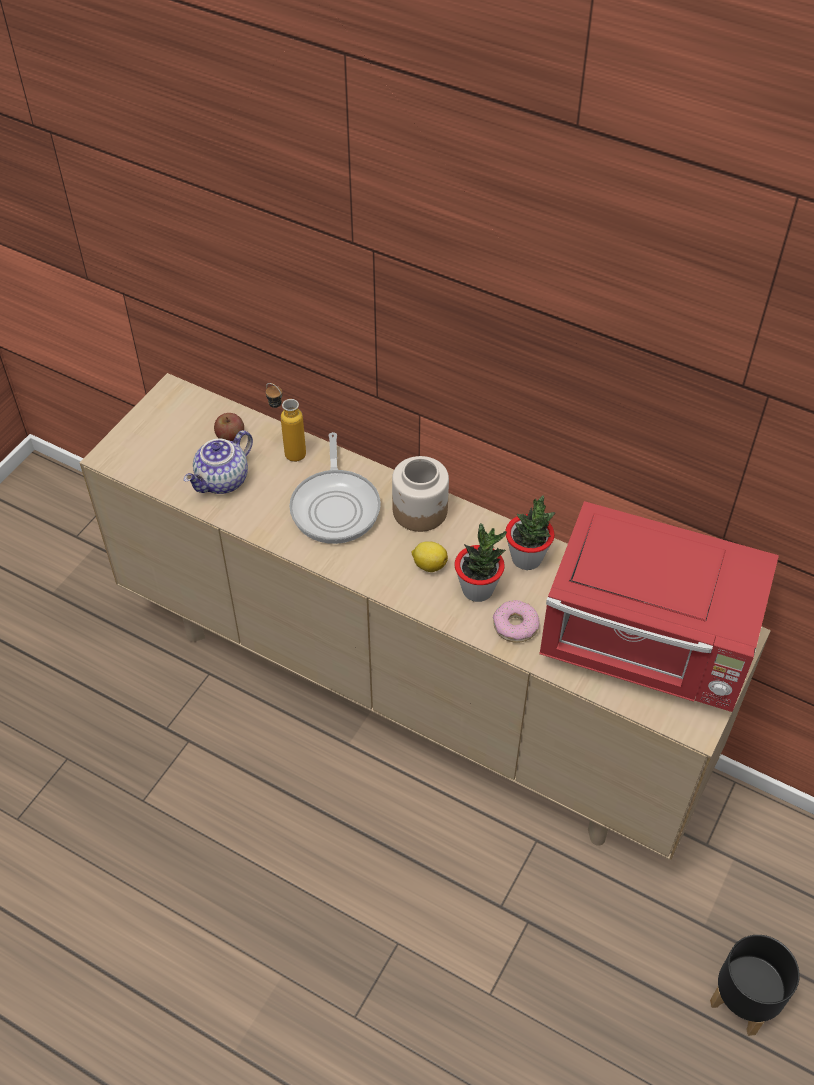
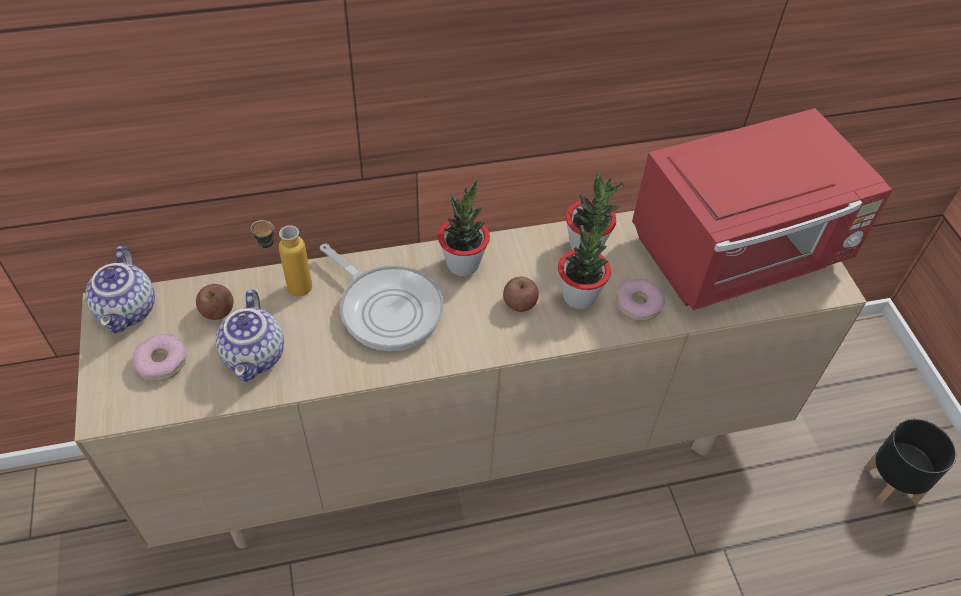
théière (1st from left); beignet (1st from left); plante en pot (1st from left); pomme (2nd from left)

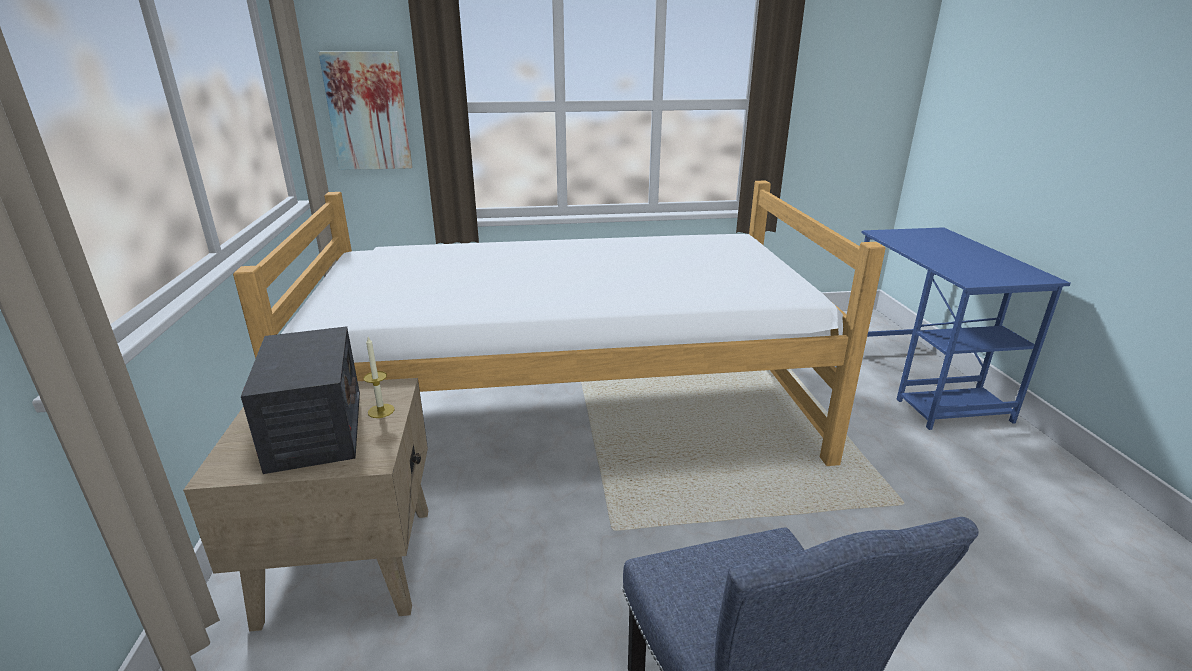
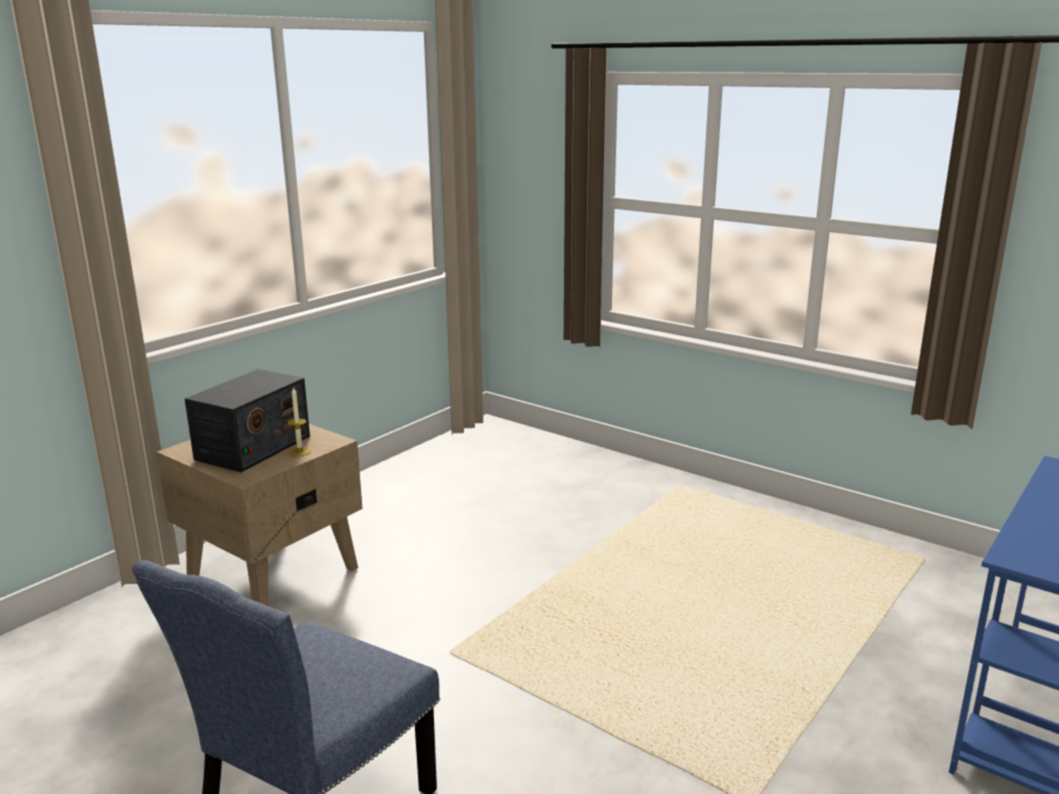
lit; tableau

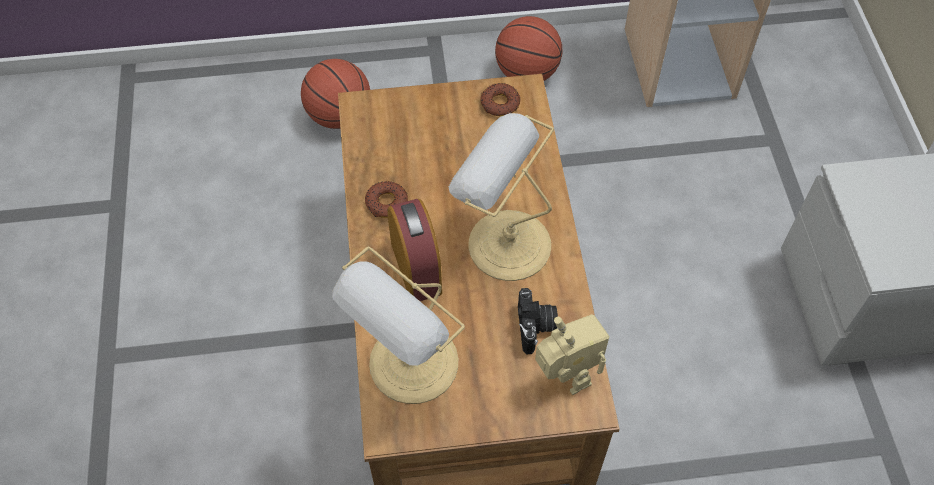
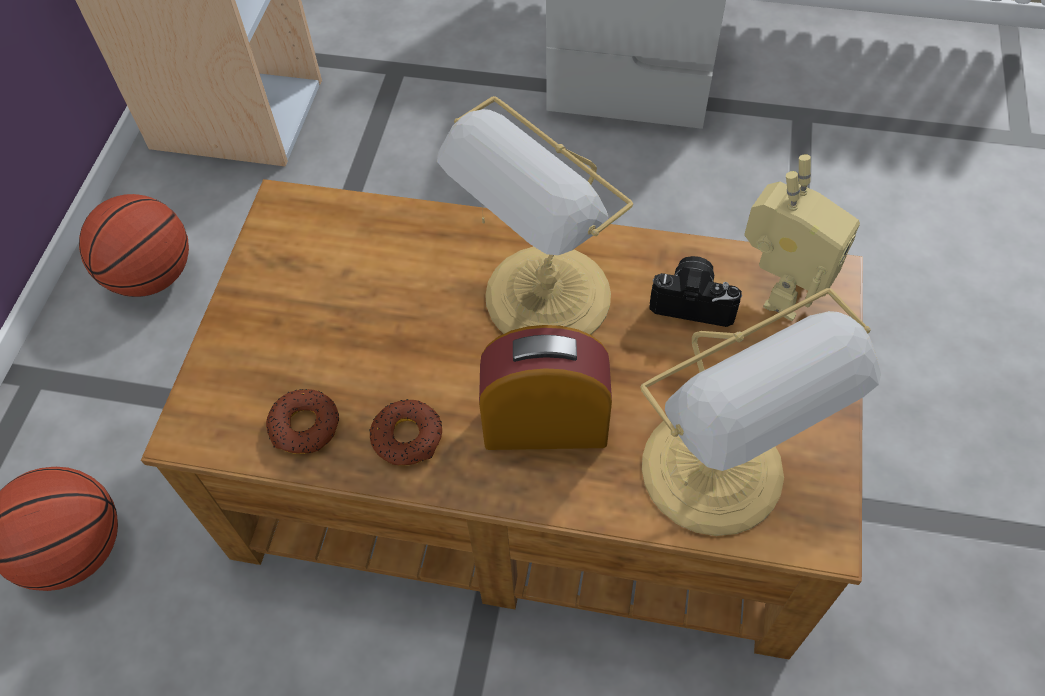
beignet (1st from left); robot jouet

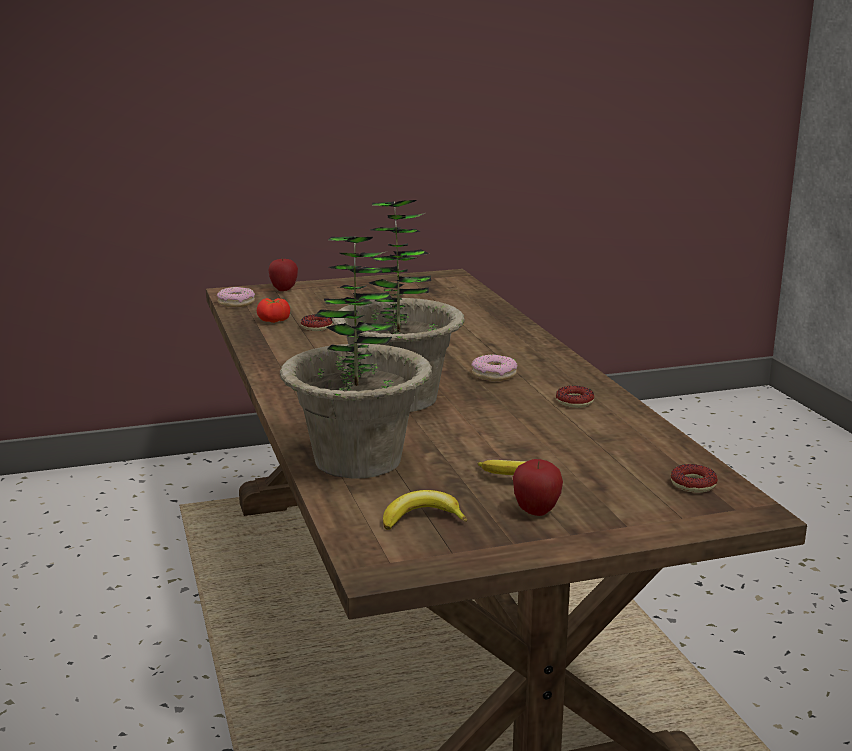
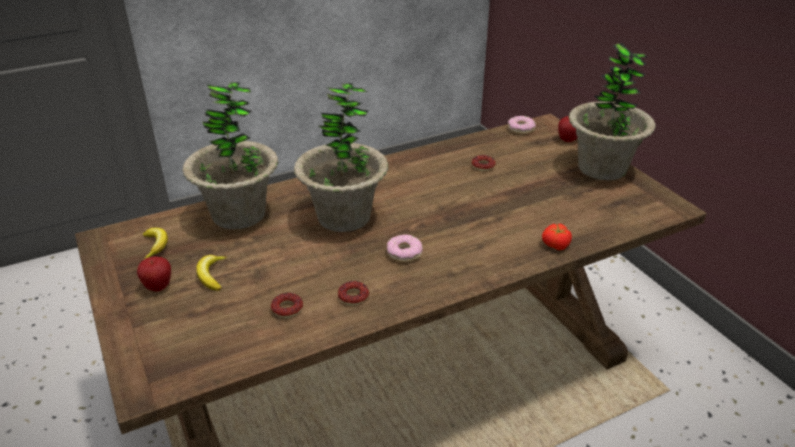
beignet (1st from left); tomate; plante en pot (3rd from left)

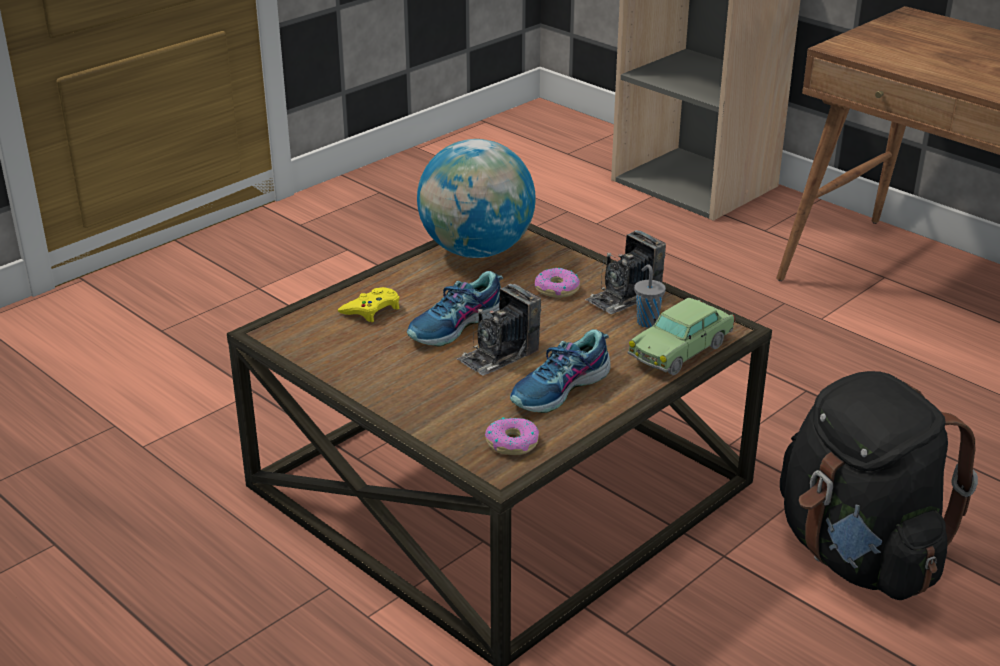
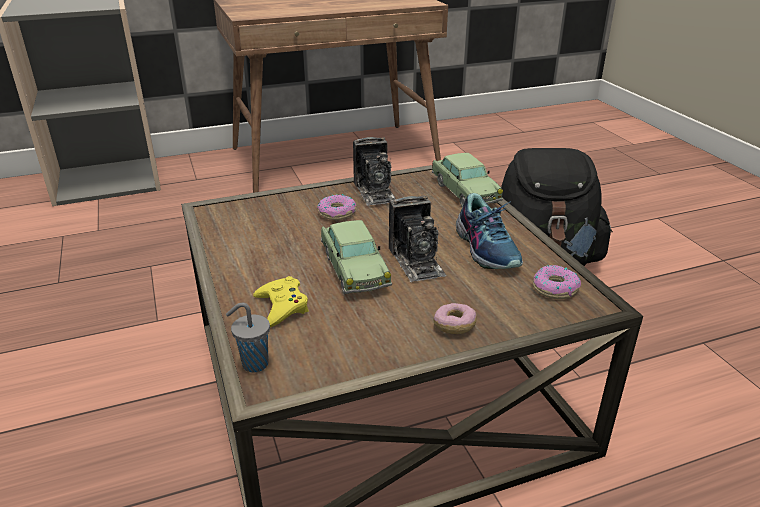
tasse [gris]; petite voiture (1st from left); beignet (2nd from left); globe

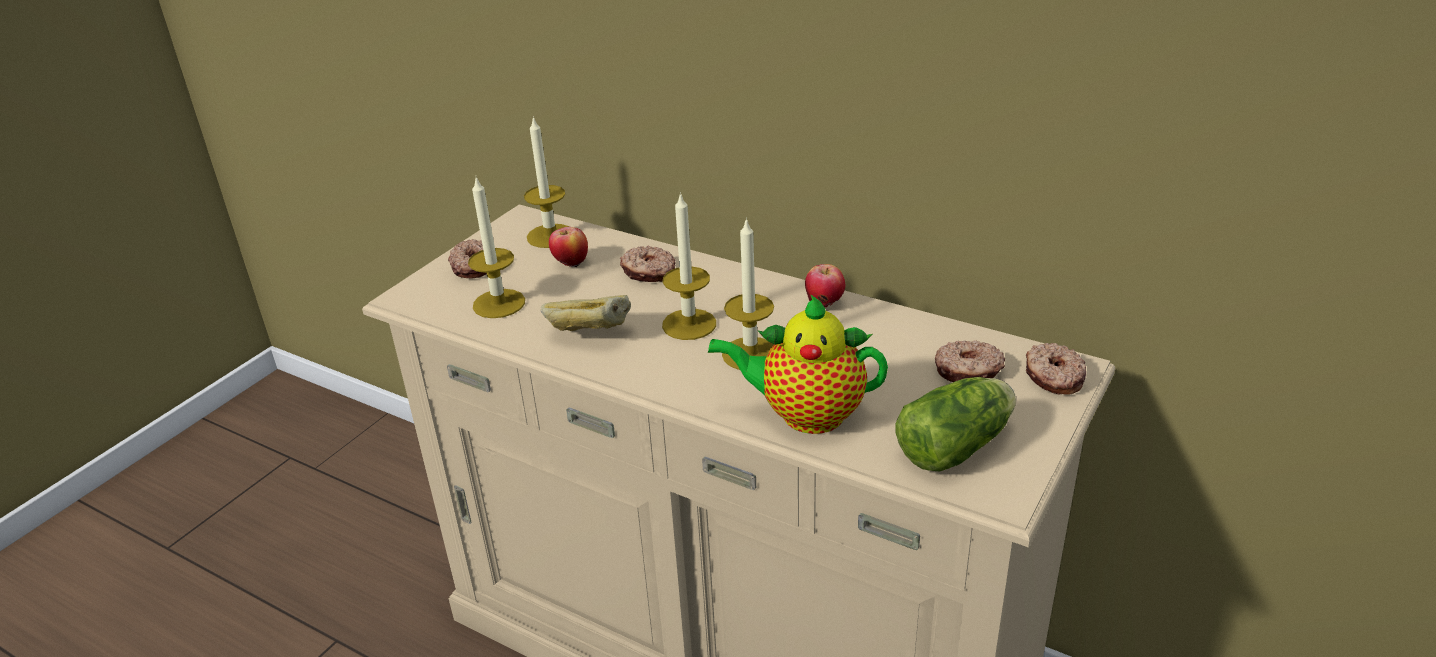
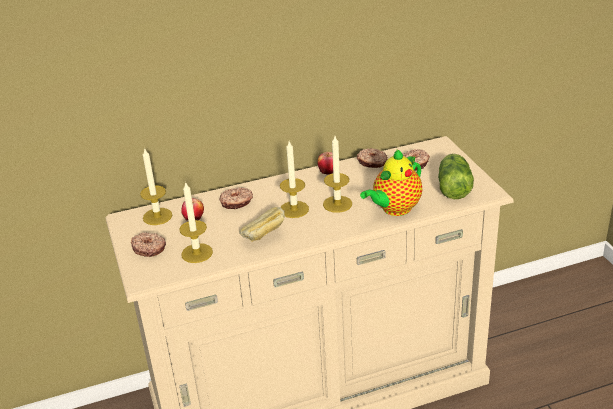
beignet (3rd from left)

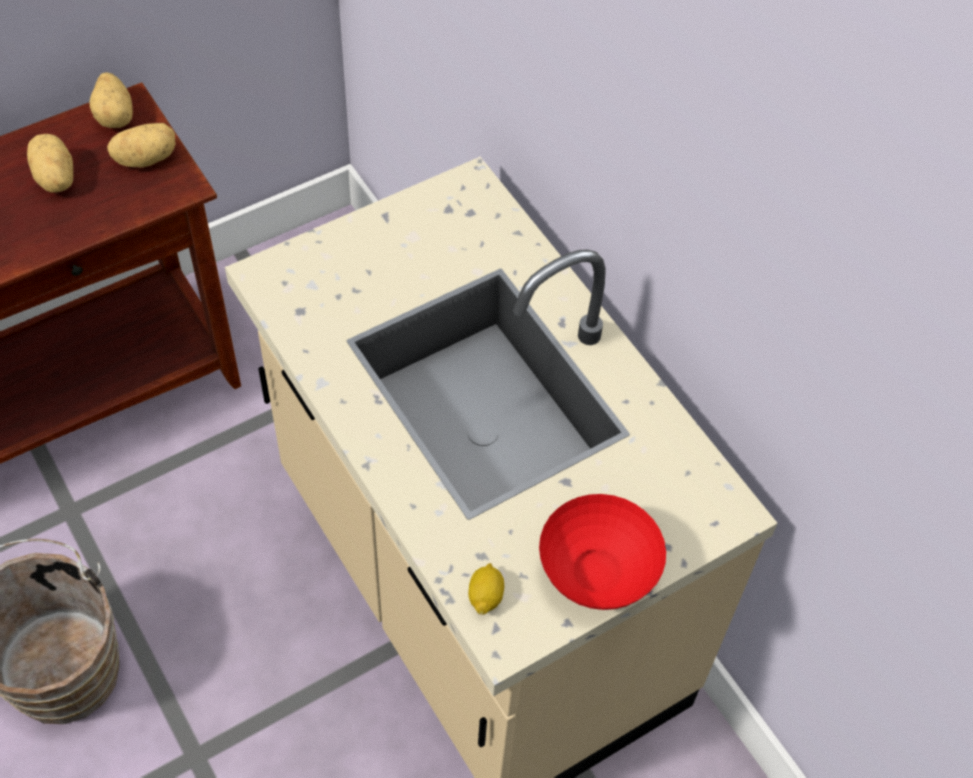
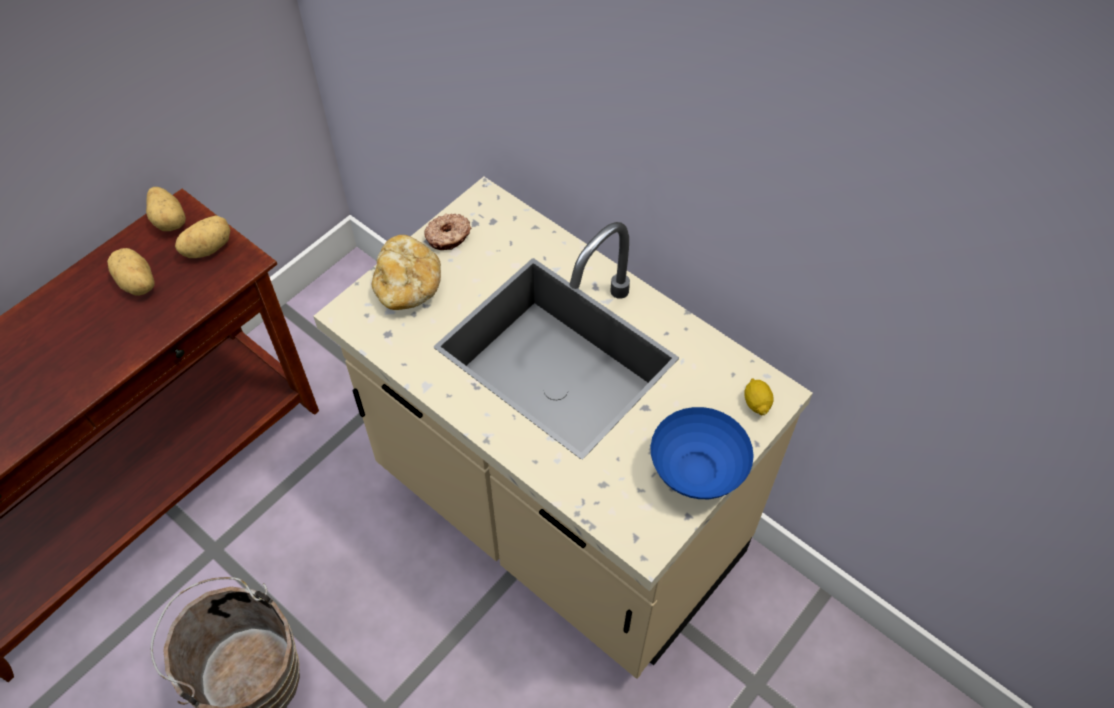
pain; beignet; bol [bleu]; citron

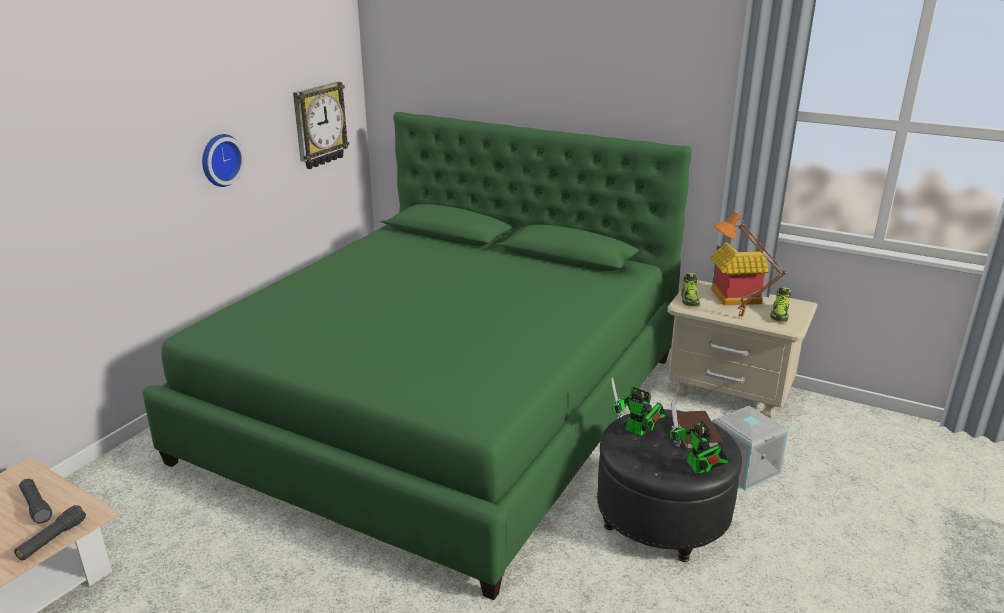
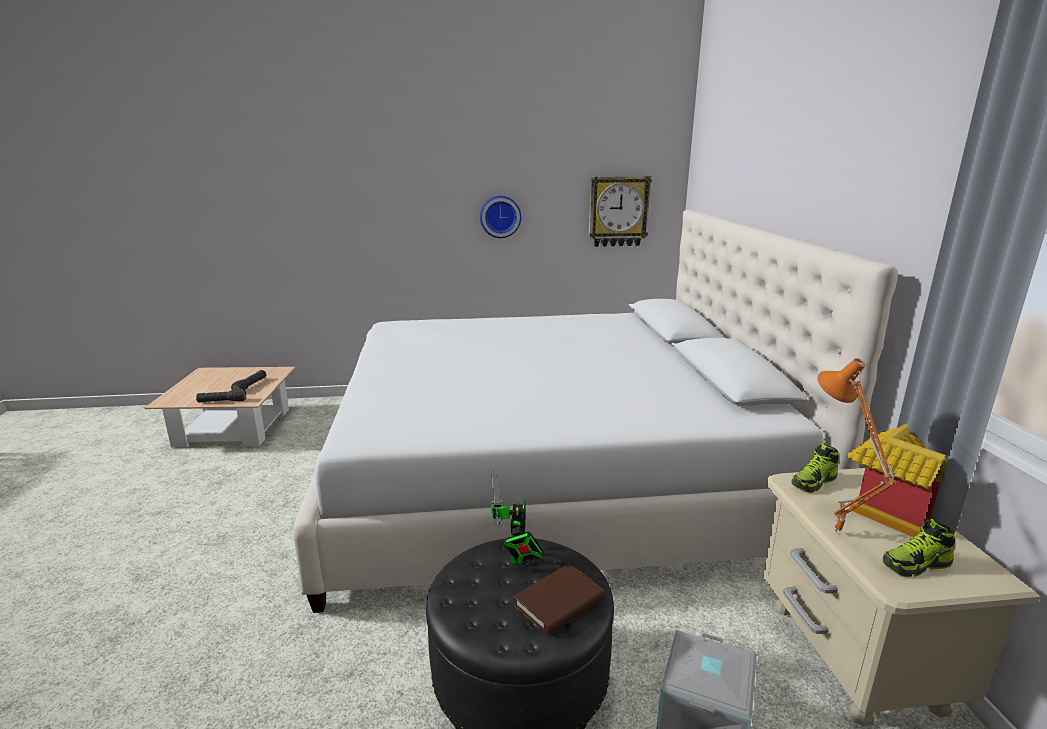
lit [blanc]; robot jouet (2nd from left in the first image)

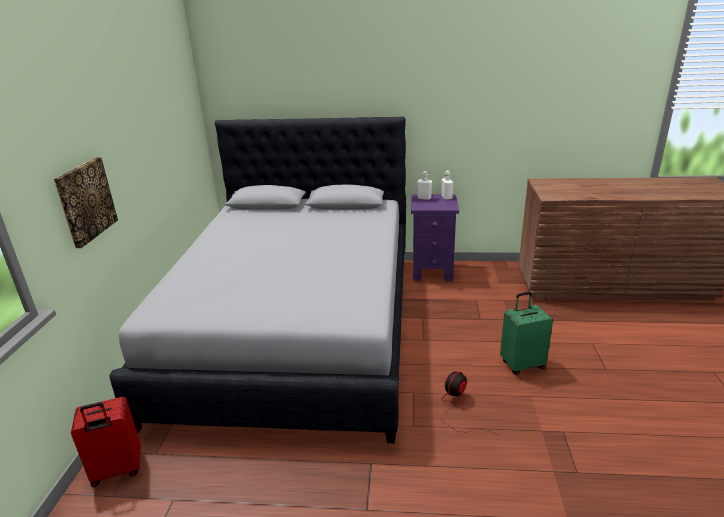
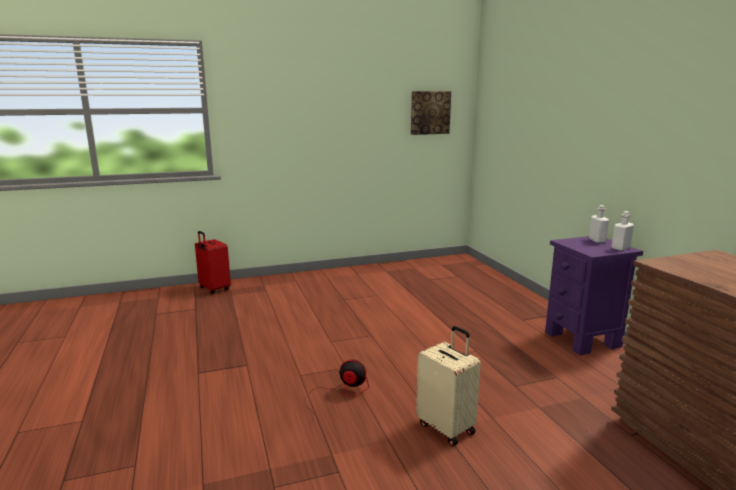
tableau; valise [beige]; lit [gris]

